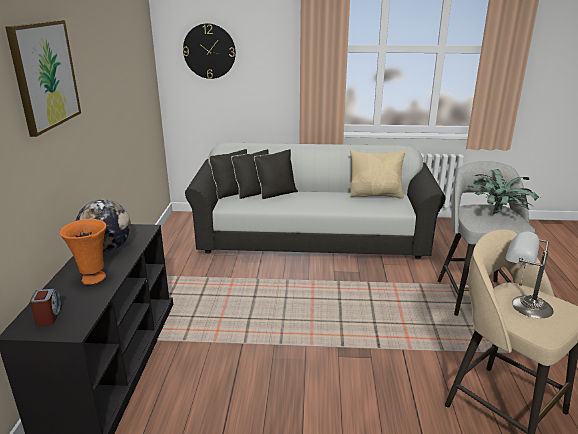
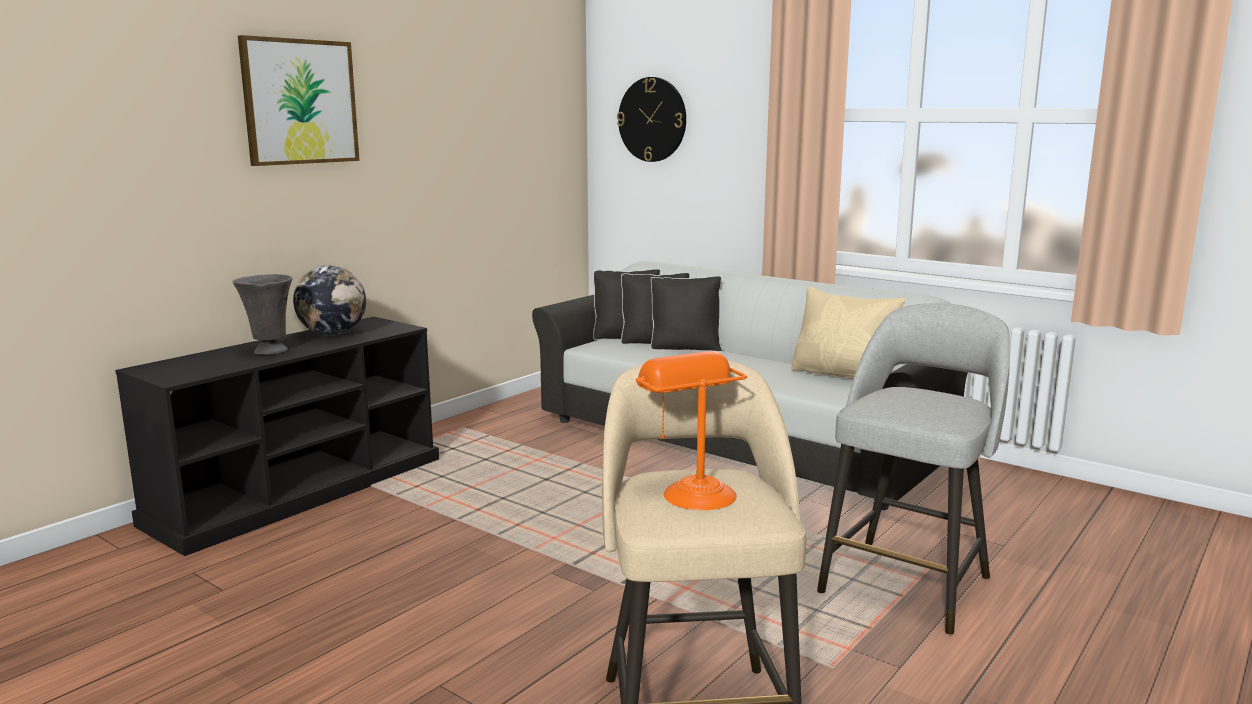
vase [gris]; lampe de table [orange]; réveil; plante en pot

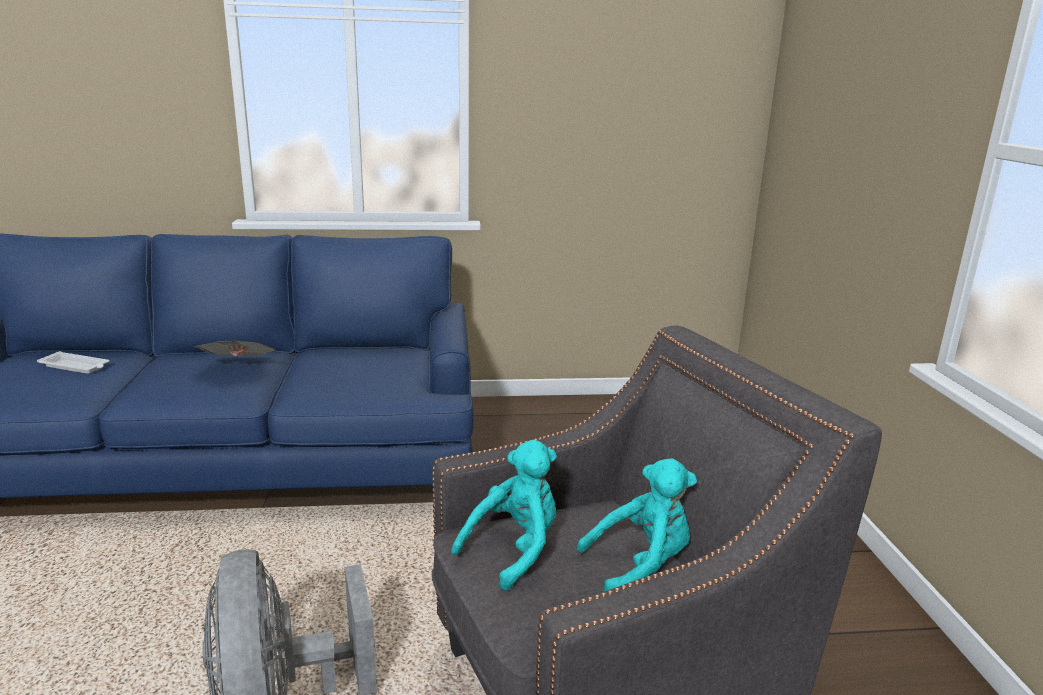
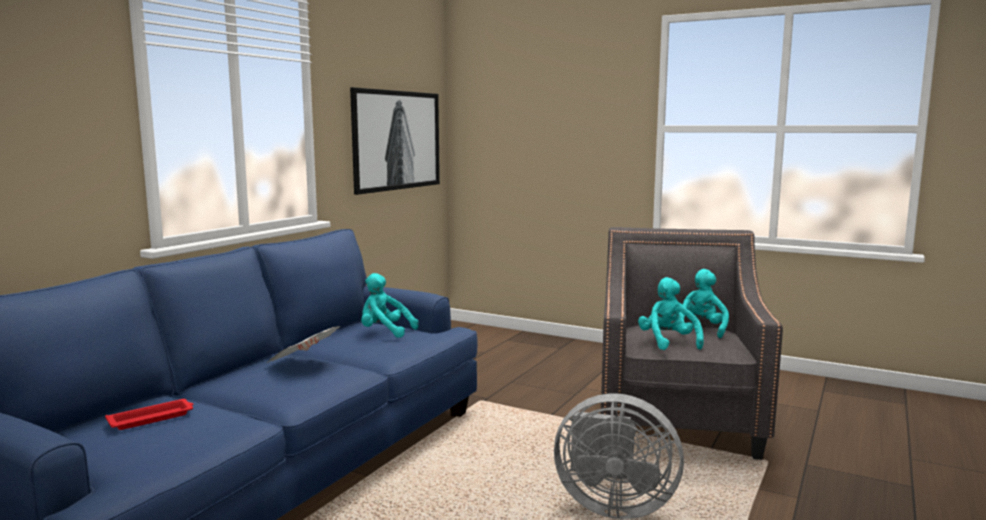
plateau [rouge]; tableau; peluche [turquoise] (1st from left)

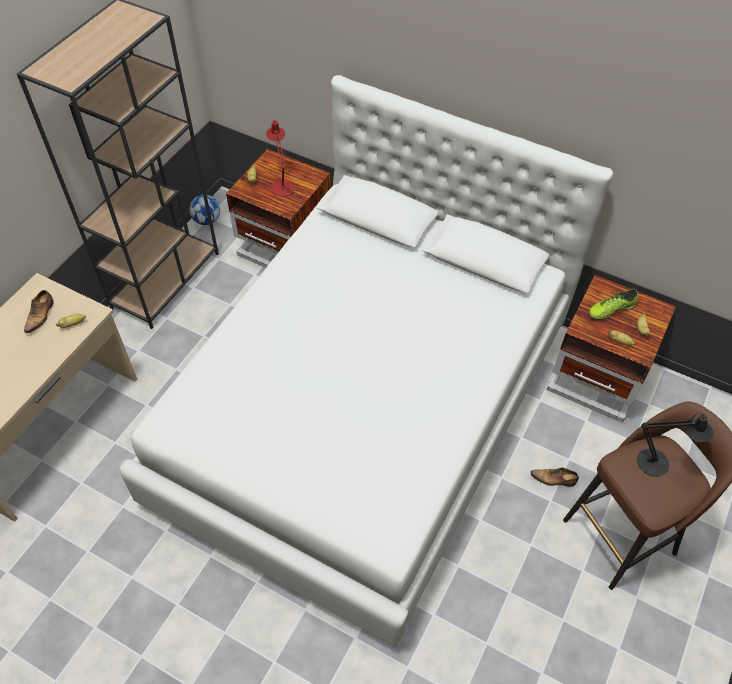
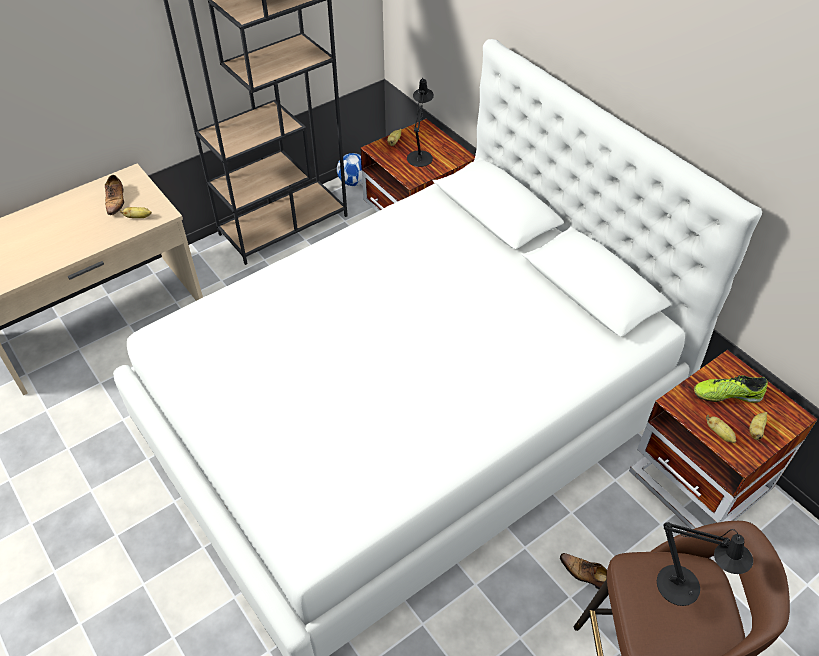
chaussure (1st from left); lampe de table [noir] (1st from left)

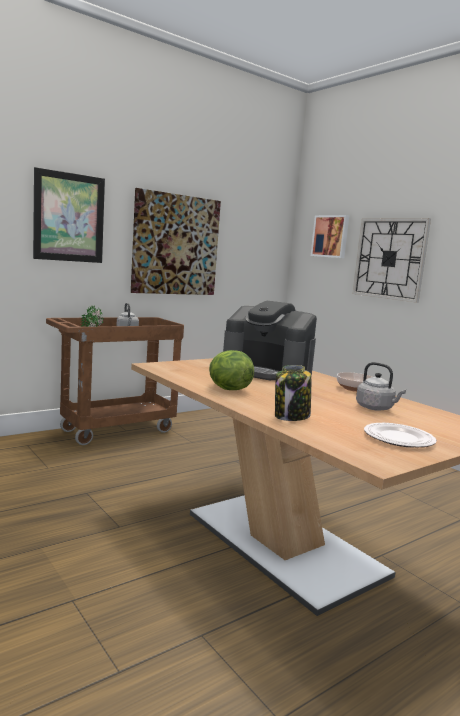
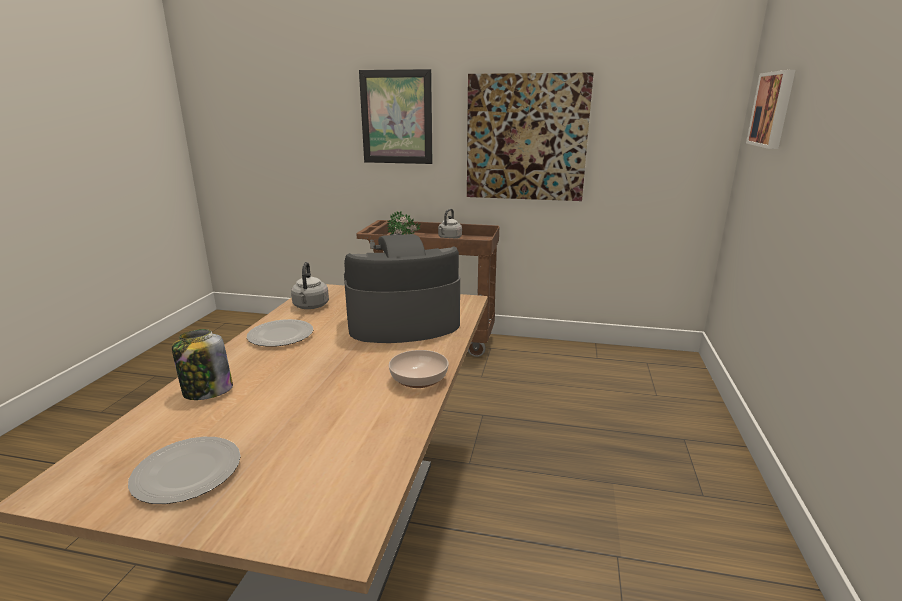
assiette (2nd from left); bouilloire [gris] (1st from left); machine à café; horloge murale

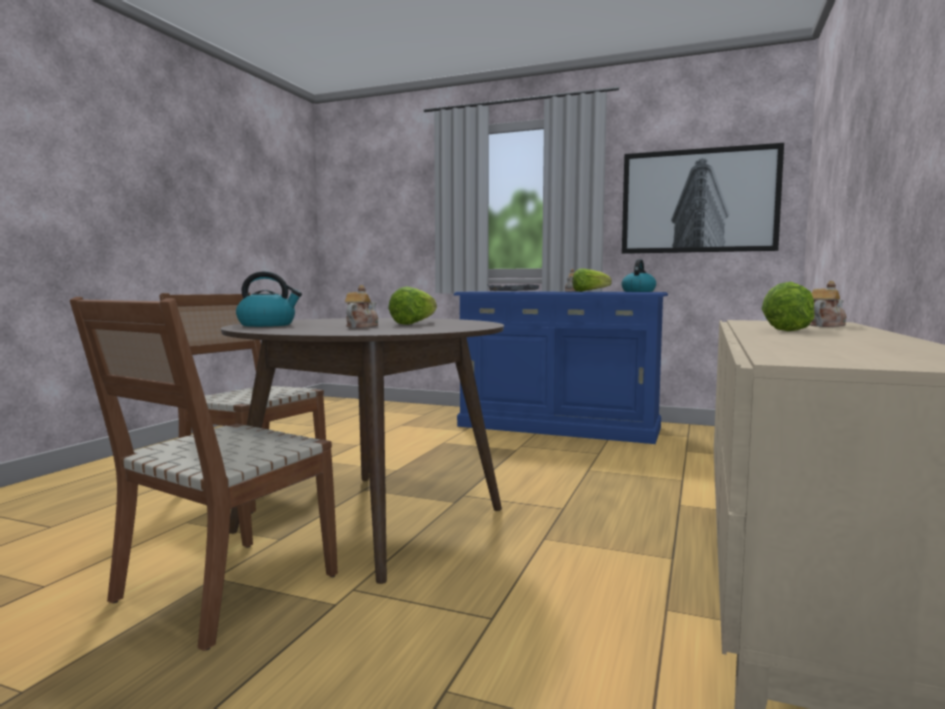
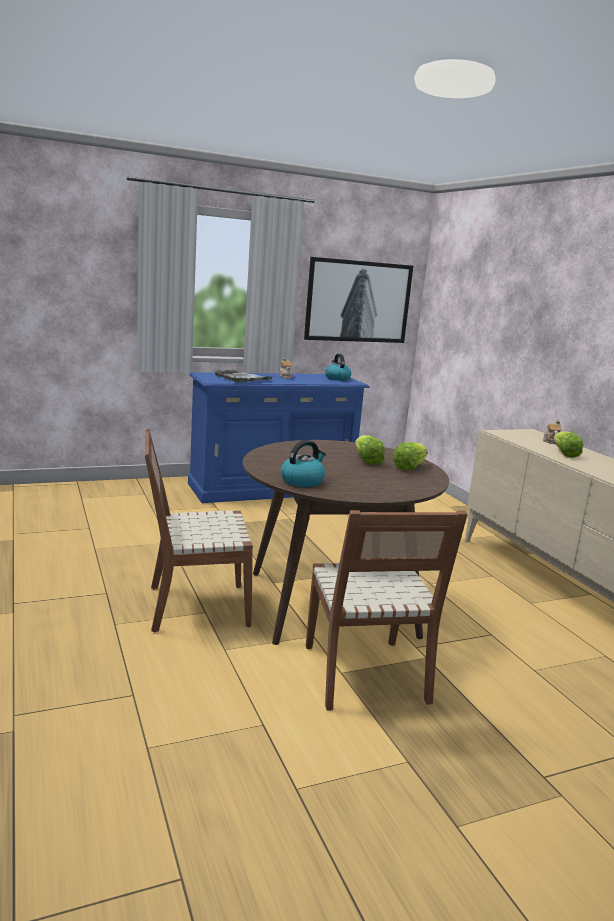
laitue (2nd from left); théière (1st from left in the first image)

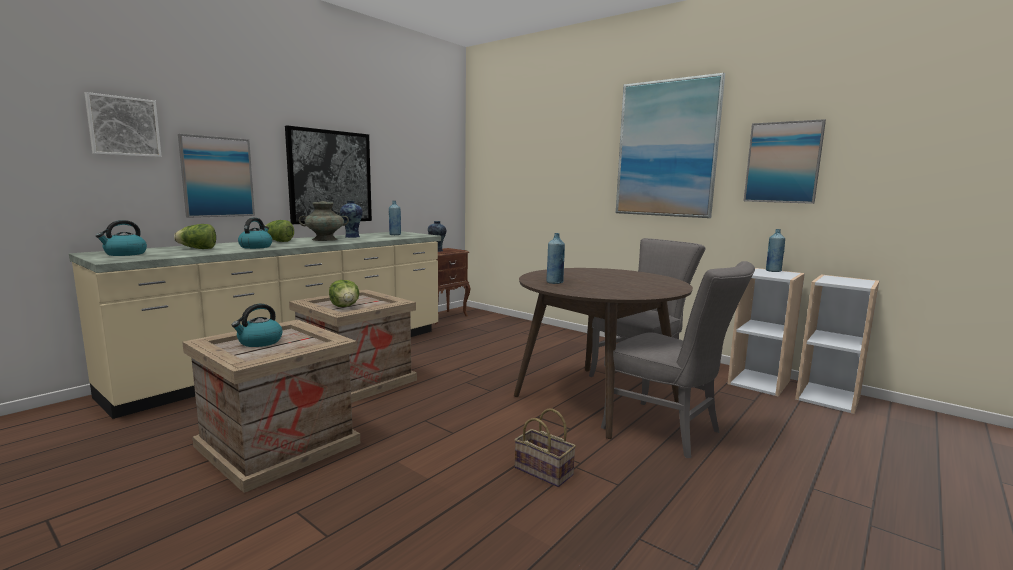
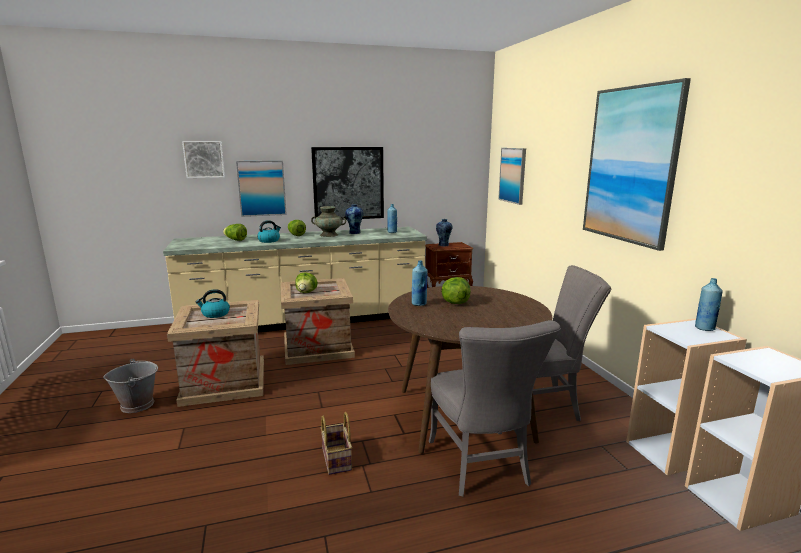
seau [gris]; laitue (4th from left); tableau (4th from left); bouilloire (1st from left in the first image)

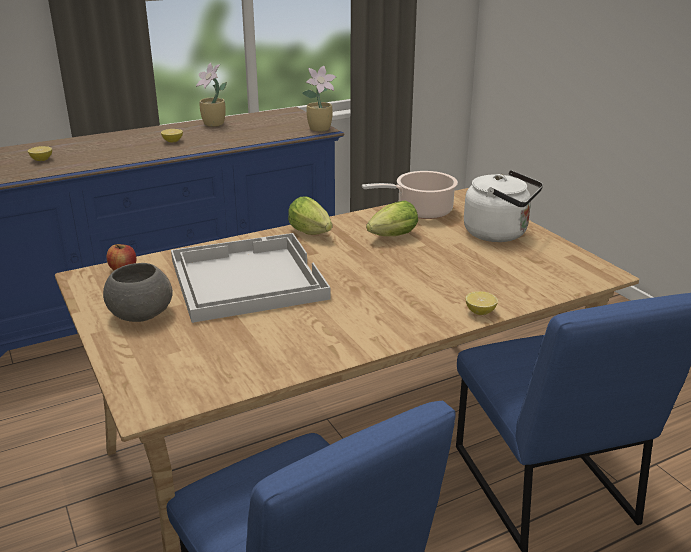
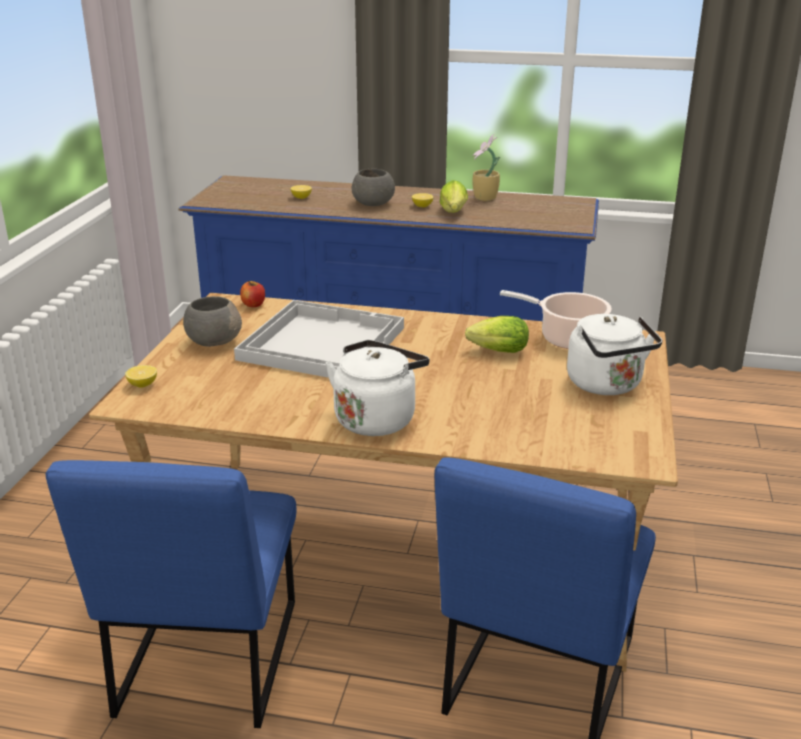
citron (1st from left); bouilloire [blanc] (1st from left); bol [gris] (2nd from left); laitue (1st from left); plante en pot (2nd from left in the first image)

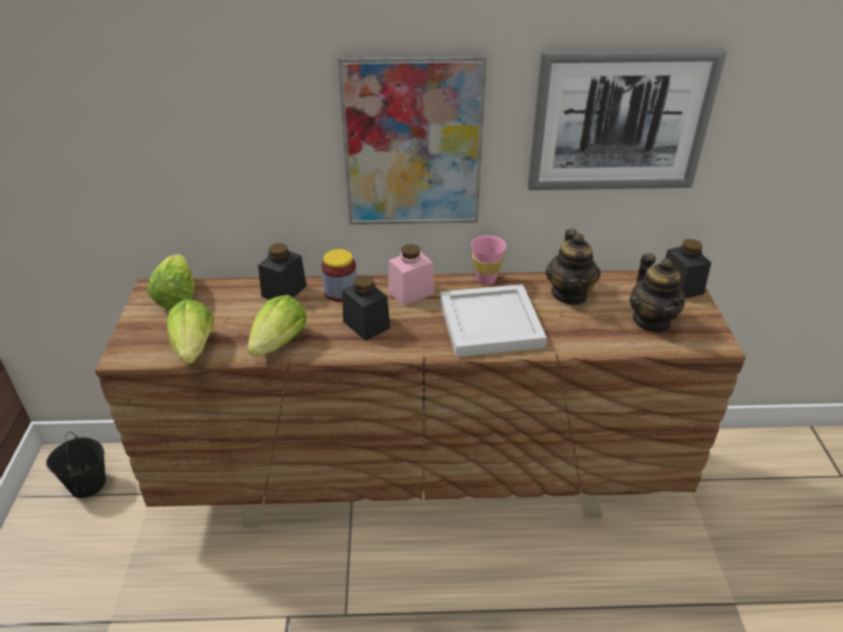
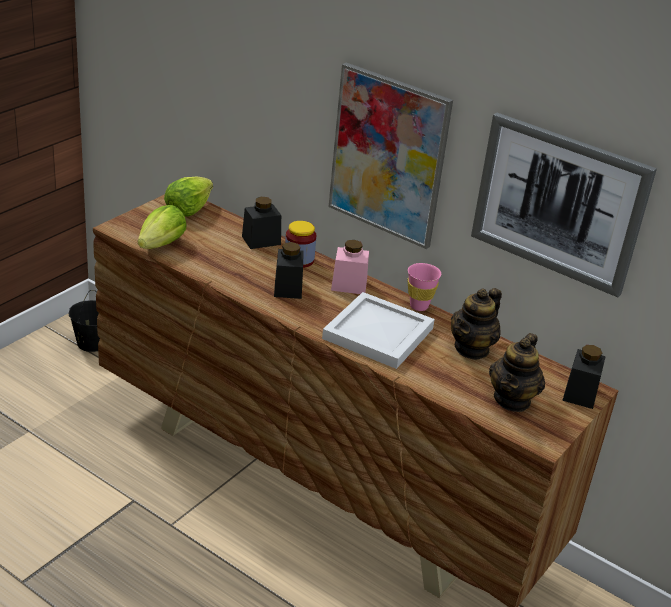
laitue (3rd from left in the first image)

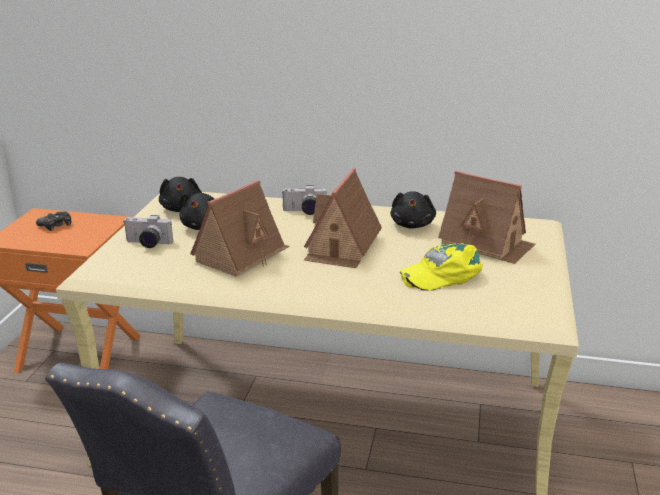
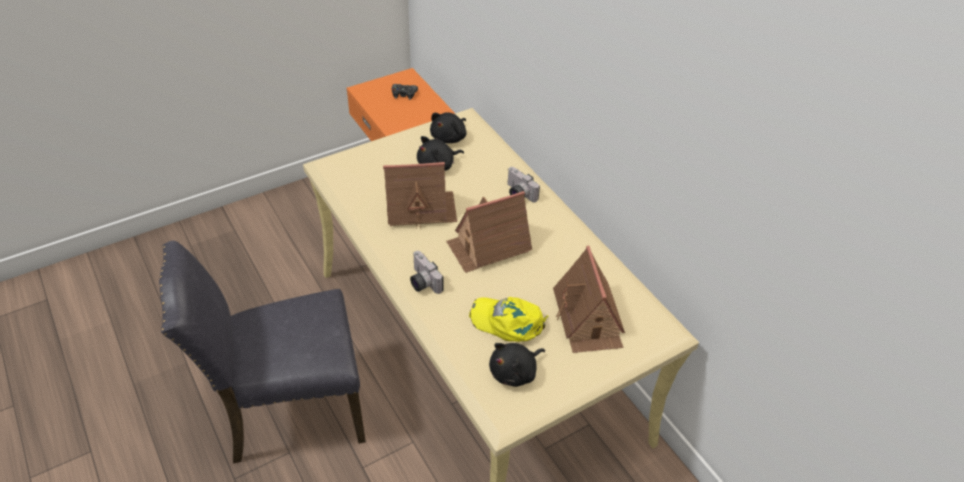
appareil photo (1st from left); peluche [noir] (3rd from left)

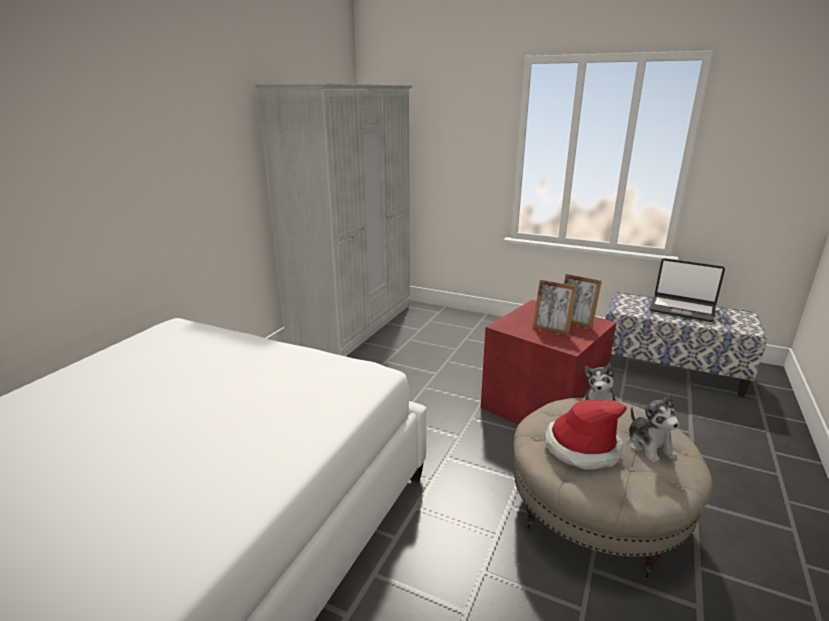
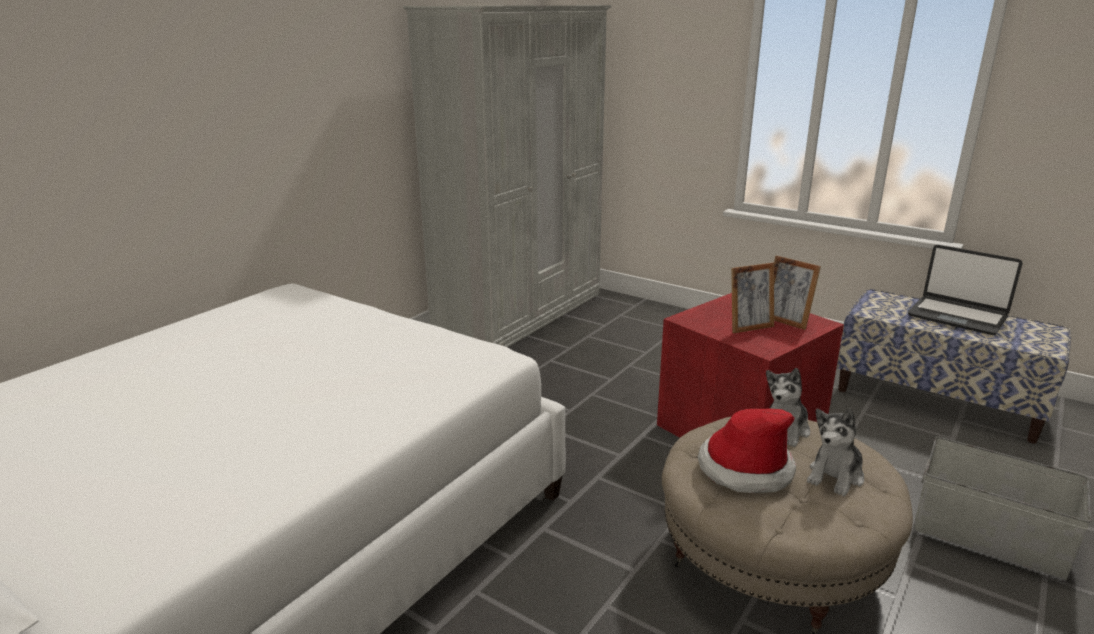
cadre photo (1st from left); peluche (2nd from left); boîte de rangement [gris]

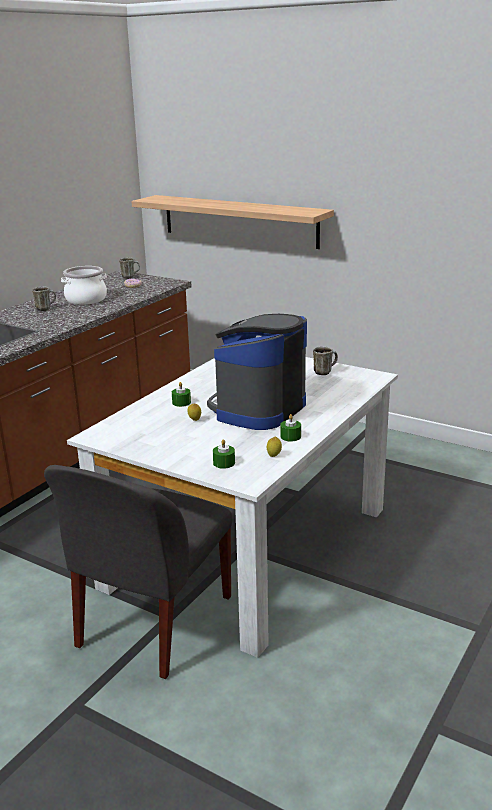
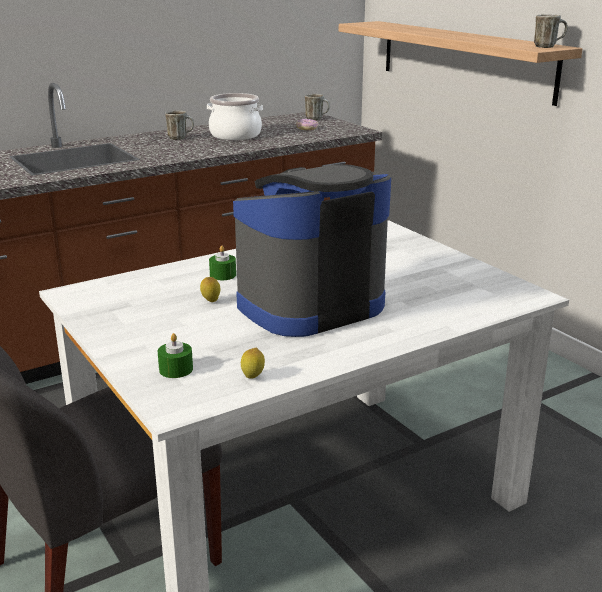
mug (3rd from left); bougie [vert] (3rd from left in the first image)

